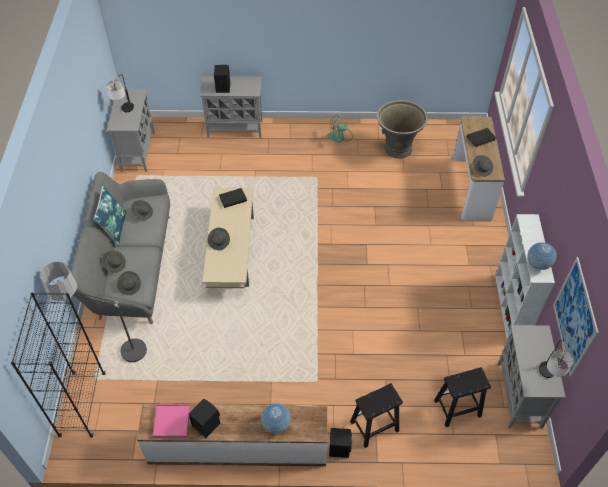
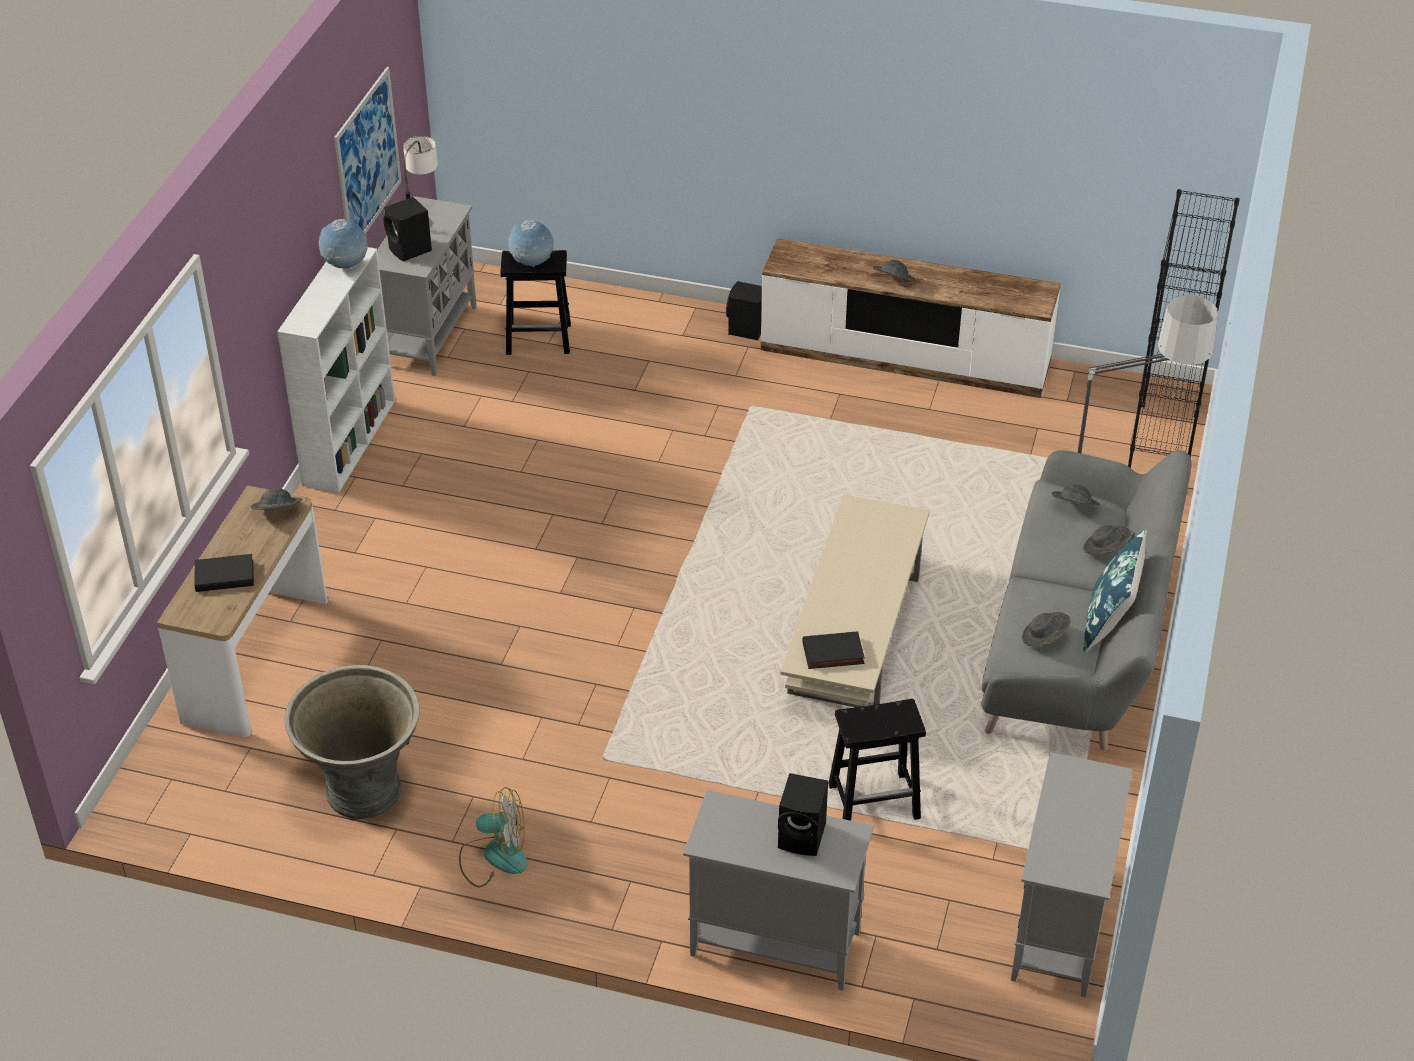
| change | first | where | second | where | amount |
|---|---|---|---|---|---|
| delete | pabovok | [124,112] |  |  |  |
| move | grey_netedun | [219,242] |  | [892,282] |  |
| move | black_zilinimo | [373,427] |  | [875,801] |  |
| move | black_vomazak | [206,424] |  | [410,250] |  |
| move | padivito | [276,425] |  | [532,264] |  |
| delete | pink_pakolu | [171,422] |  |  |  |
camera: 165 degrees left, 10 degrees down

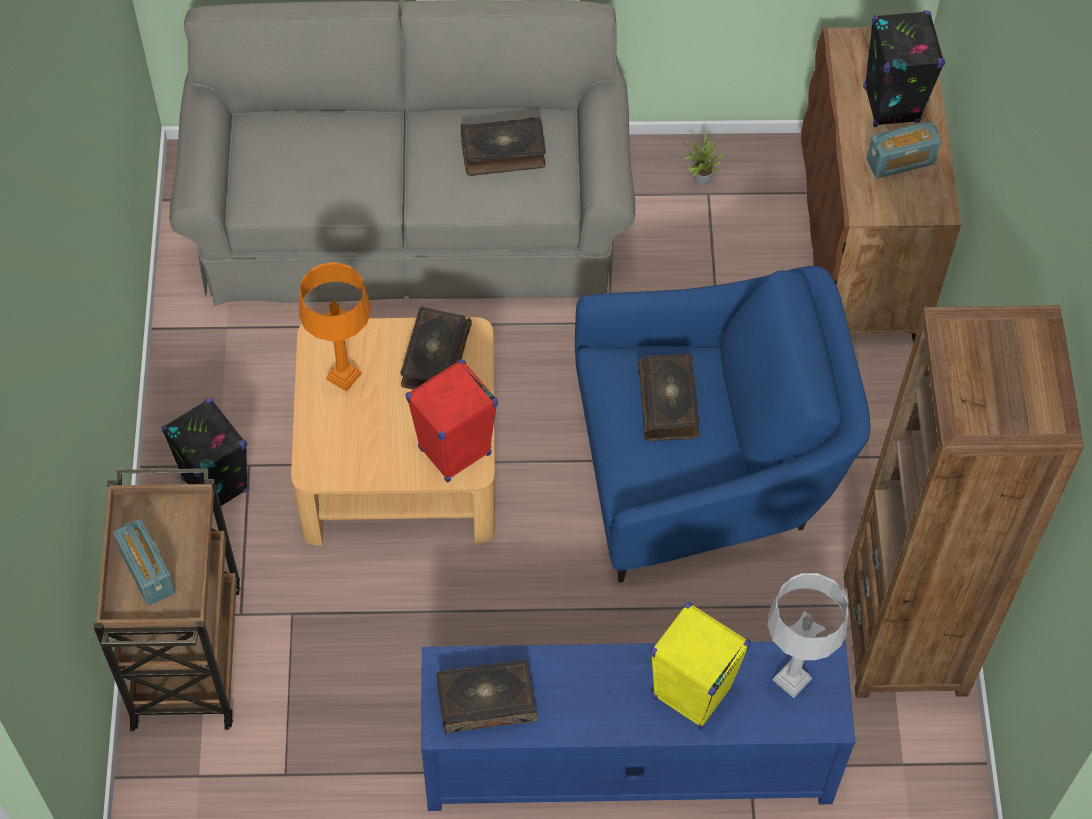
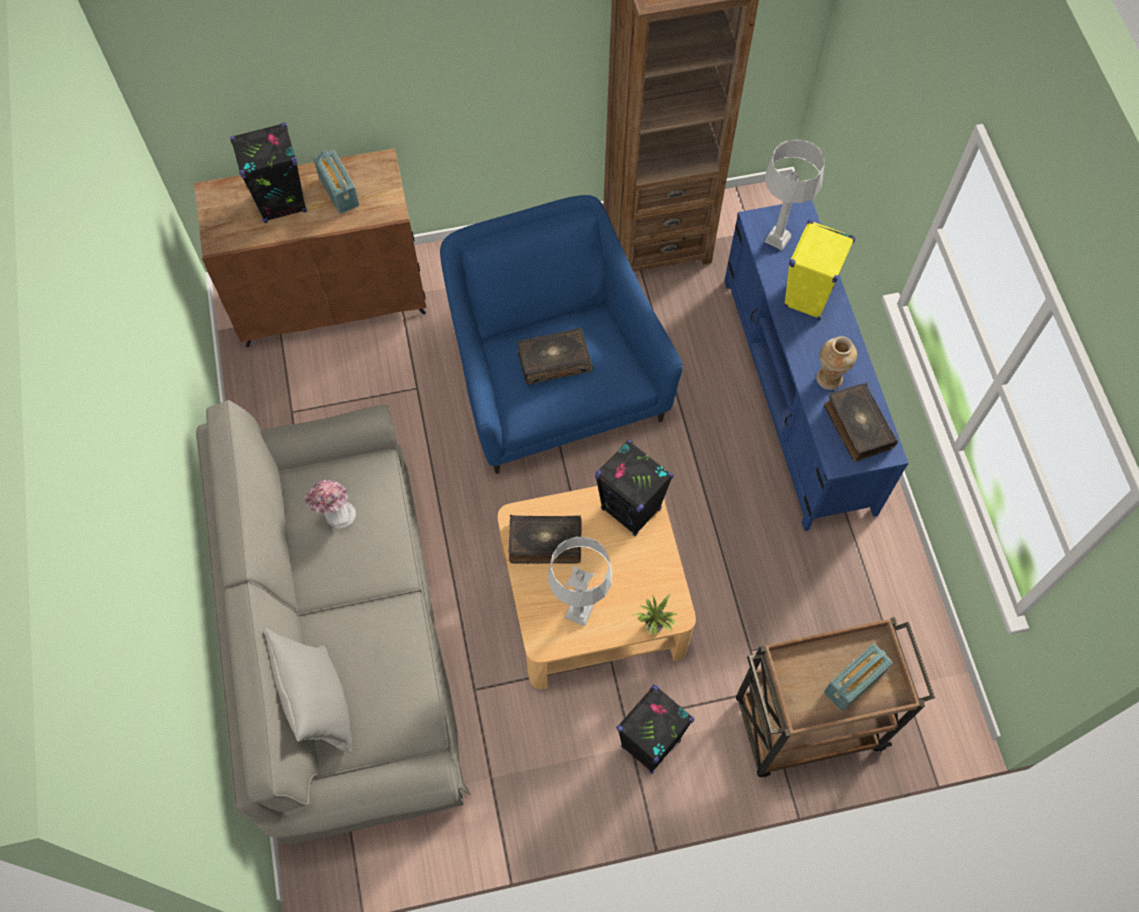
| change | first | where | second | where | amount |
|---|---|---|---|---|---|
| replace | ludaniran | [503,153] | netedun | [336,516] |  |
| move | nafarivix | [700,179] |  | [655,627] |  |
| recolor | orange_pabovok | [343,376] | grey_pabovok | [579,612] |  |
| recolor | red_vomazak | [454,452] | black_vomazak | [631,509] |  |
| insert |  |  | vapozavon | [829,378] |  |
| insert |  |  | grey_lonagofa | [321,705] |  |
camera: 100 degrees left, 5 degrees up

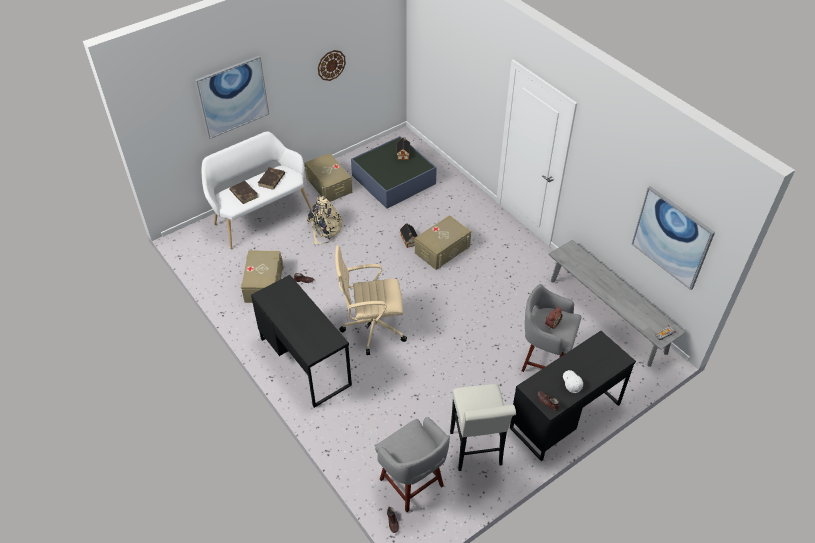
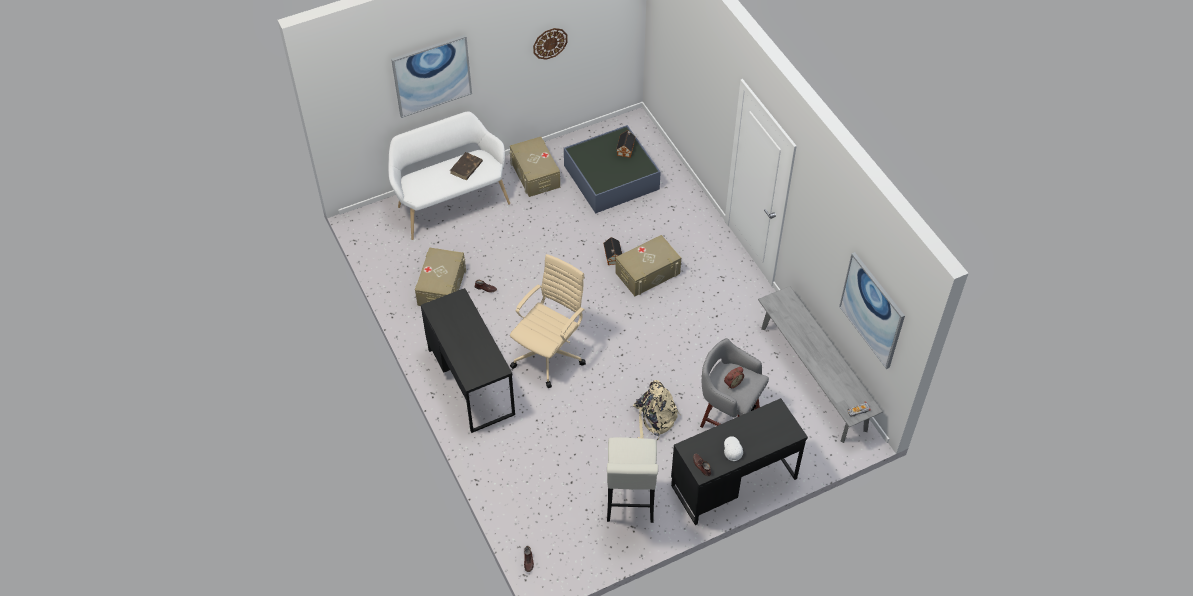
| change | first | where | second | where | amount |
|---|---|---|---|---|---|
| delete | brown_ludaniran | [243,193] |  |  |  |
| move | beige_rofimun | [325,229] |  | [654,419] |  |
| rotate | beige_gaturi | [372,327] |  | [549,354] | 120 degrees clockwise |
| delete | grey_zilinimo | [413,484] |  |  |  |
camera: 10 degrees right, 5 degrees up

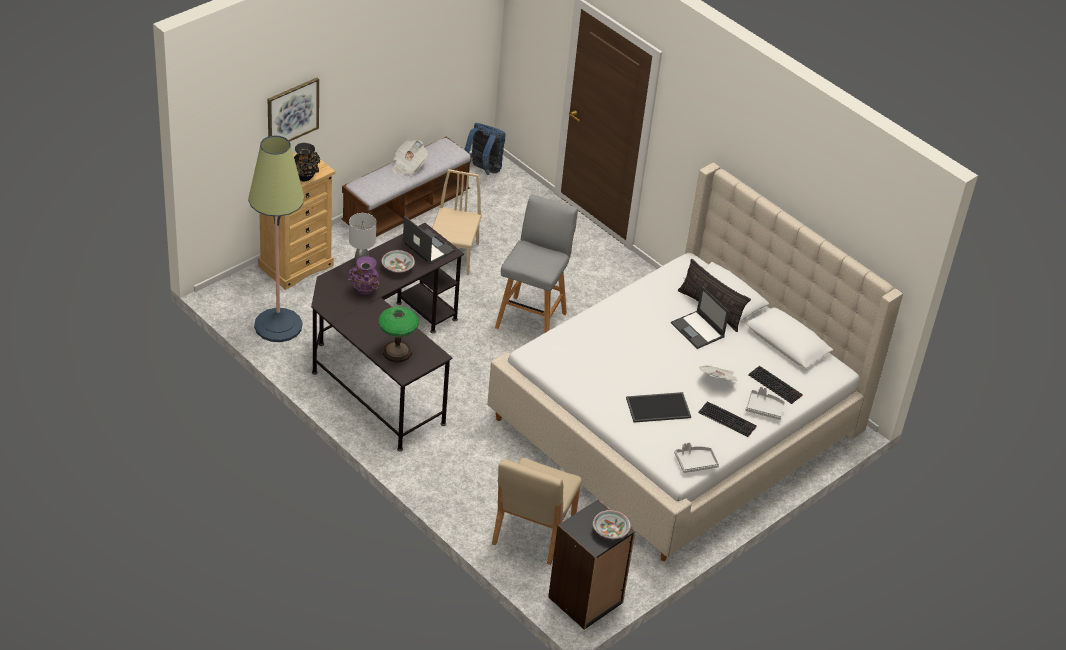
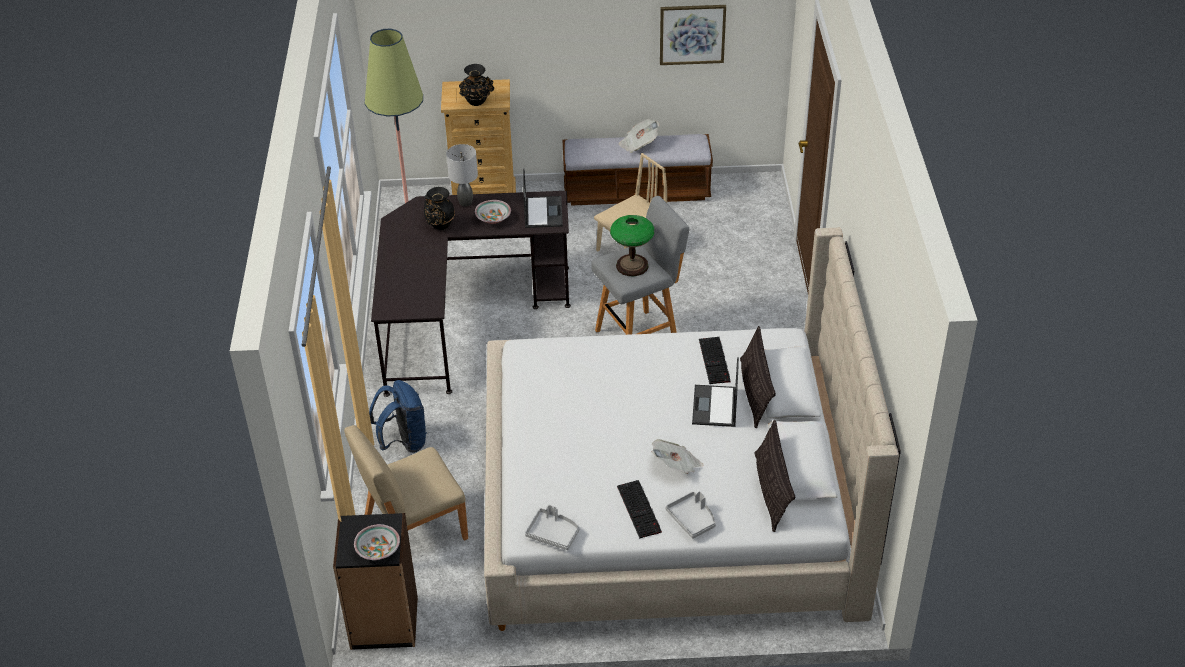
| change | first | where | second | where | amount |
|---|---|---|---|---|---|
| move | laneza | [292,113] |  | [692,34] |  |
| move | blue_rofimun | [483,170] |  | [403,442] |  |
| recolor | purple_vapozavon | [364,291] | black_vapozavon | [440,226] |  |
| move | pabovok | [397,352] |  | [632,266] |  |
| move | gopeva | [776,385] |  | [715,361] |  |
| delete | pakolu | [658,407] |  |  |  |
| insert |  |  | lonagofa | [771,491] |  |
camera: 45 degrees right, 0 degrees up

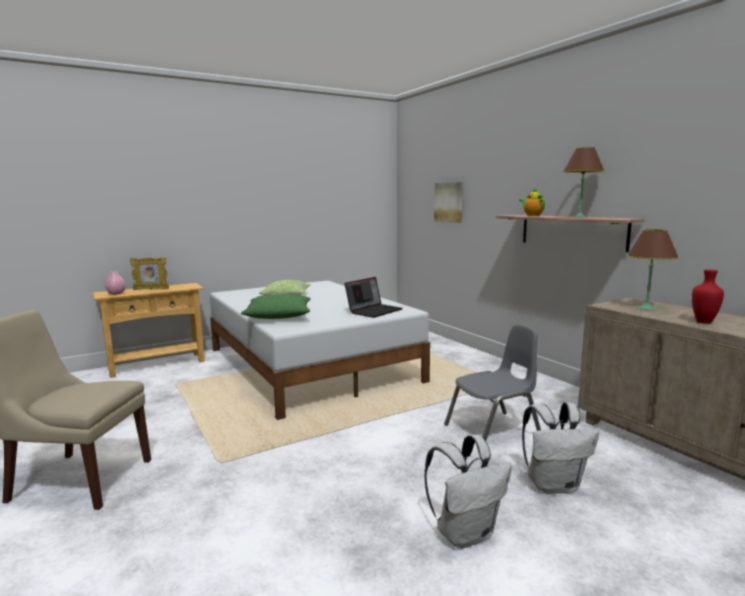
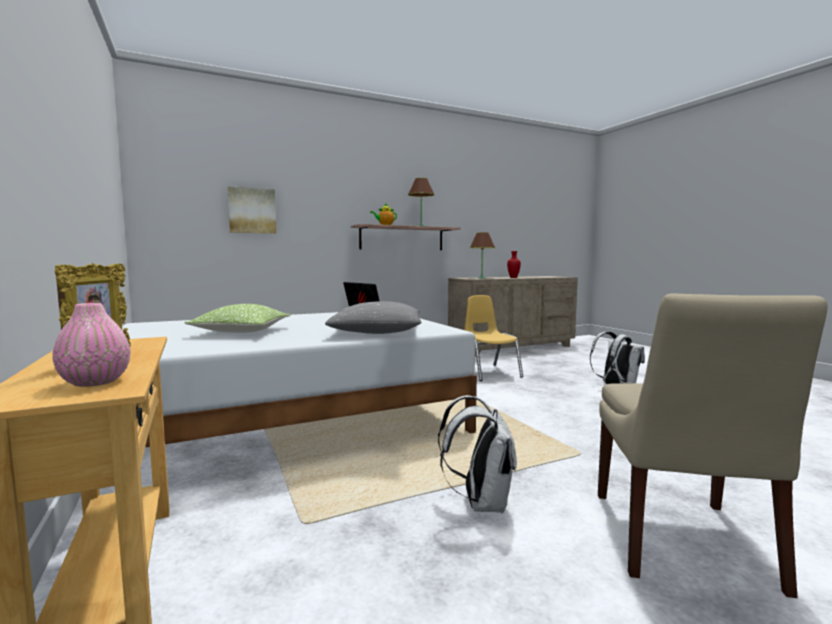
| change | first | where | second | where | amount |
|---|---|---|---|---|---|
| recolor | green_lonagofa | [278,316] | grey_lonagofa | [376,332] |  |
| recolor | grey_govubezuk | [493,431] | yellow_govubezuk | [489,372] |  |
| move | white_rofimun | [554,485] |  | [481,503] |  |
camera: 85 degrees left, 5 degrees down

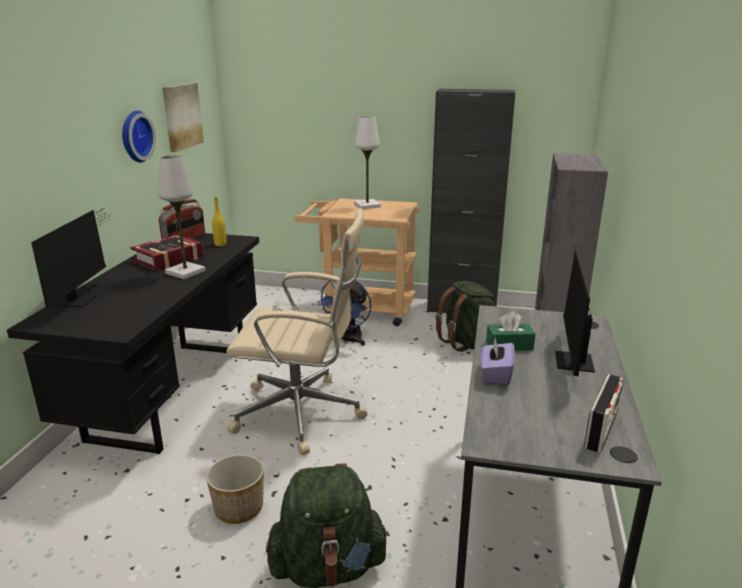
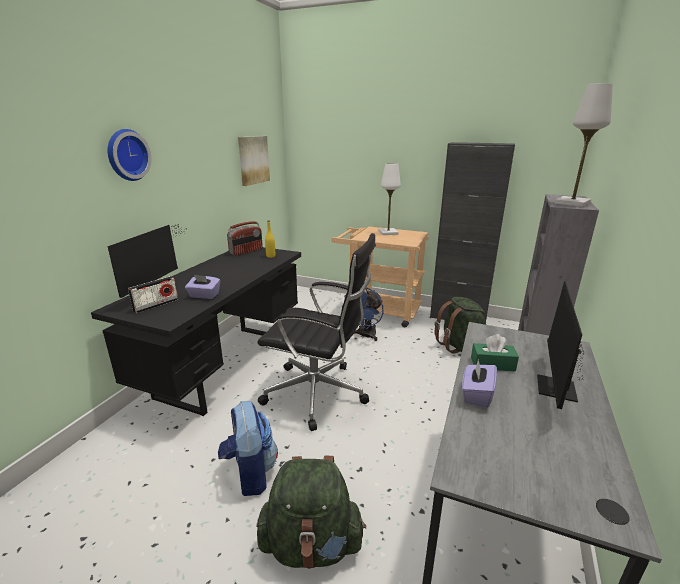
| change | first | where | second | where | amount |
|---|---|---|---|---|---|
| move | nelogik | [134,136] |  | [126,155] |  |
| move | white_pabovok | [185,272] |  | [572,203] |  |
| recolor | beige_gaturi | [302,413] | black_gaturi | [318,394] |  |
| delete | ludaniran | [168,259] |  |  |  |
| move | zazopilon | [601,430] |  | [156,305] |  |
| replace | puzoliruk | [238,508] | rofimun | [250,473] |  |
| insert |  |  | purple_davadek | [204,295] |  |
camera: 10 degrees right, 0 degrees up

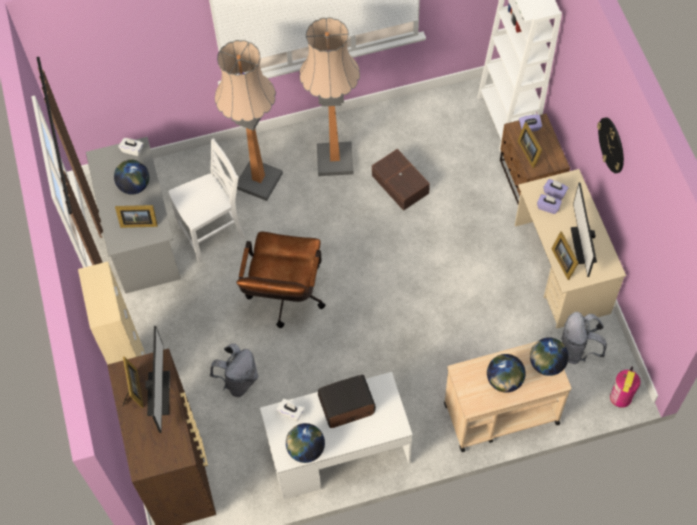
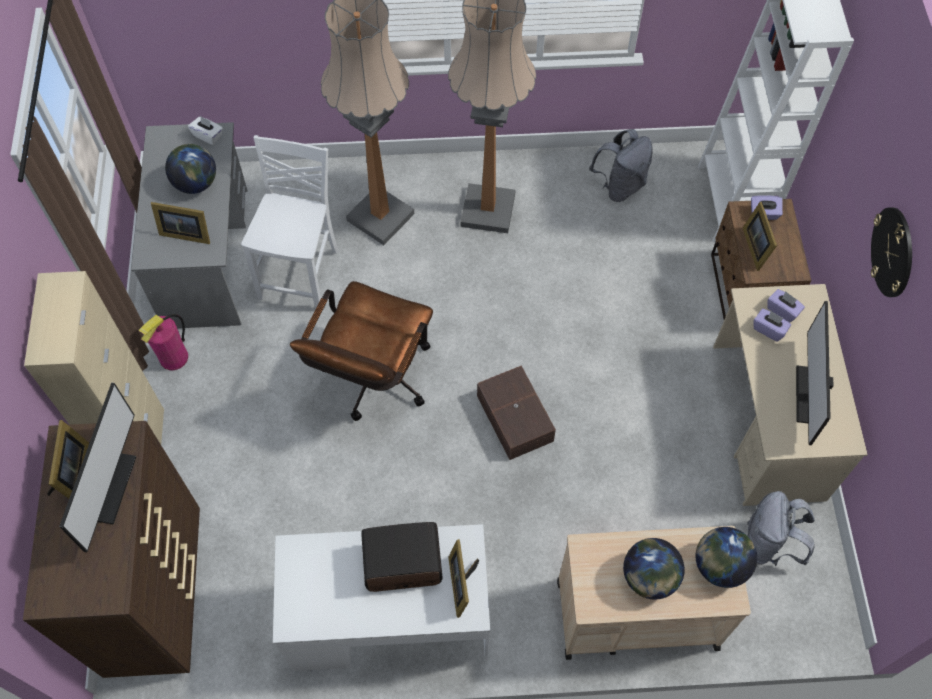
| change | first | where | second | where | amount |
|---|---|---|---|---|---|
| rotate | white_govubezuk | [213,233] |  | [302,273] | 60 degrees counterclockwise |
| move | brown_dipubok | [400,185] |  | [514,419] |  |
| move | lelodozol | [564,261] |  | [461,583] |  |
| move | grey_rofimun | [238,380] |  | [620,186] |  |
| move | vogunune | [621,397] |  | [174,357] |  |
| delete | white_davadek | [291,412] |  |  |  |
| delete | padivito | [306,449] |  |  |  |
camera: 10 degrees right, 0 degrees up

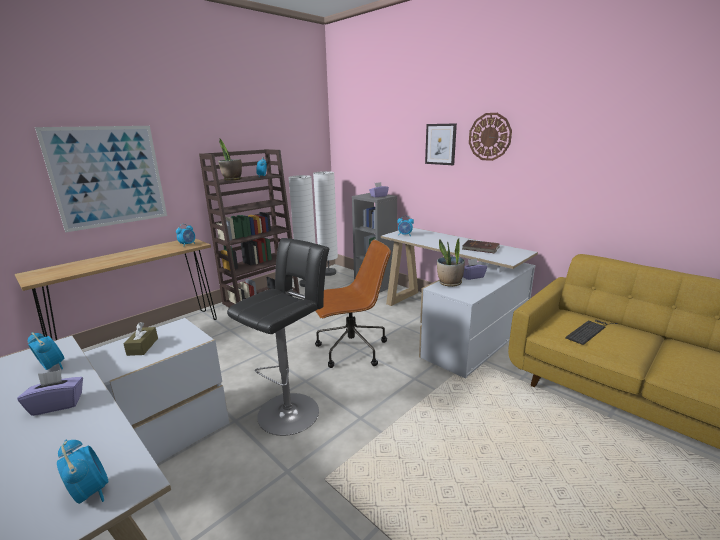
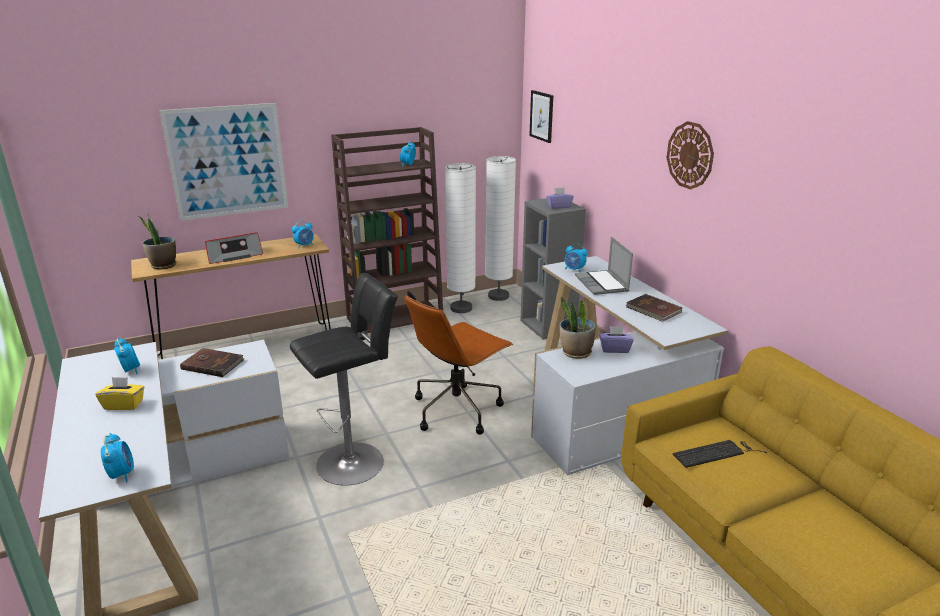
| change | first | where | second | where | amount |
|---|---|---|---|---|---|
| move | laneza | [440,144] |  | [542,116] |  |
| move | nafarivix | [232,179] |  | [163,265] |  |
| rotate | brown_gaturi | [350,350] |  | [457,409] | 135 degrees clockwise |
| replace | brown_davadek | [142,346] | brown_ludaniran | [212,364] |  |
| recolor | purple_davadek | [58,404] | yellow_davadek | [124,404] |  |
| insert |  |  | zazopilon | [234,255] |  |
| insert |  |  | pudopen | [602,284] |  |
camera: 20 degrees right, 5 degrees up

